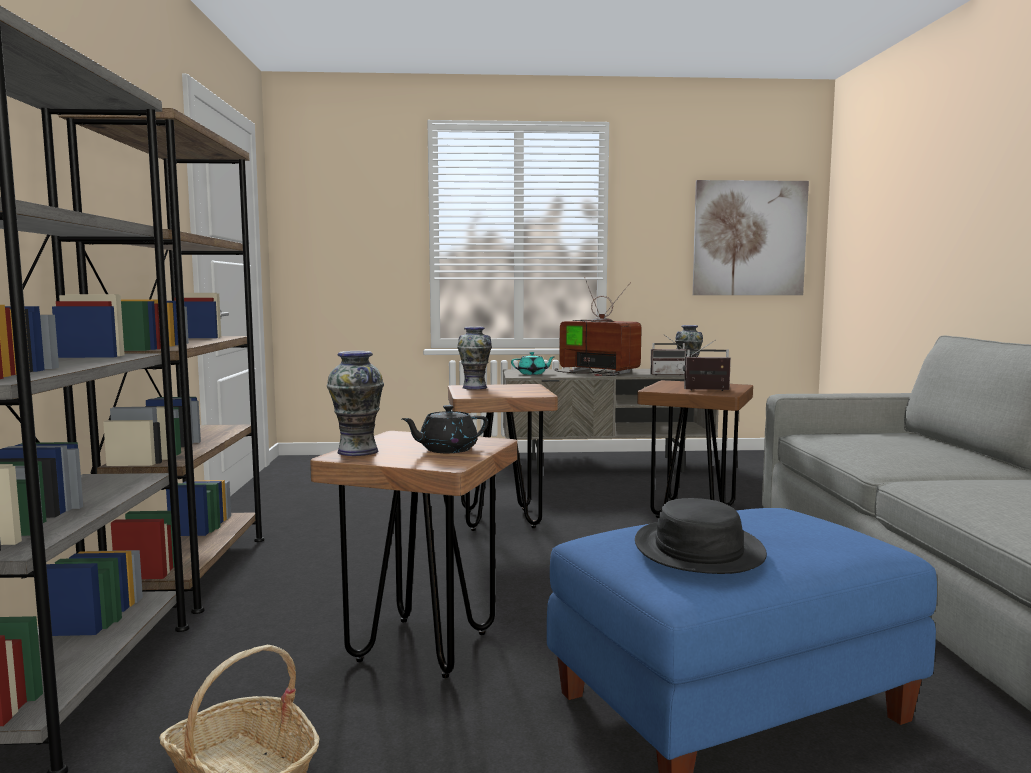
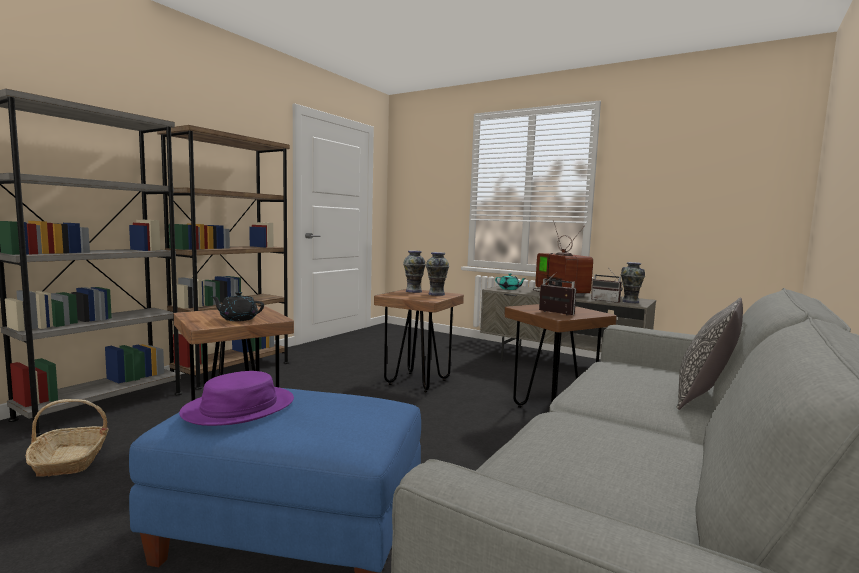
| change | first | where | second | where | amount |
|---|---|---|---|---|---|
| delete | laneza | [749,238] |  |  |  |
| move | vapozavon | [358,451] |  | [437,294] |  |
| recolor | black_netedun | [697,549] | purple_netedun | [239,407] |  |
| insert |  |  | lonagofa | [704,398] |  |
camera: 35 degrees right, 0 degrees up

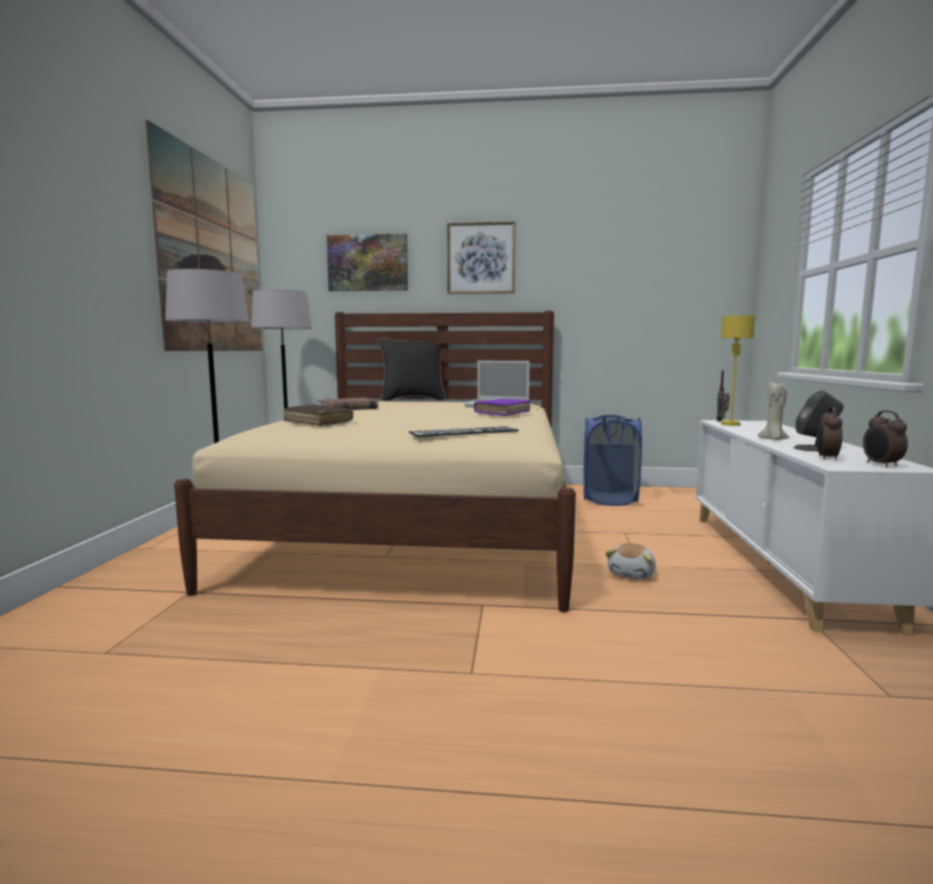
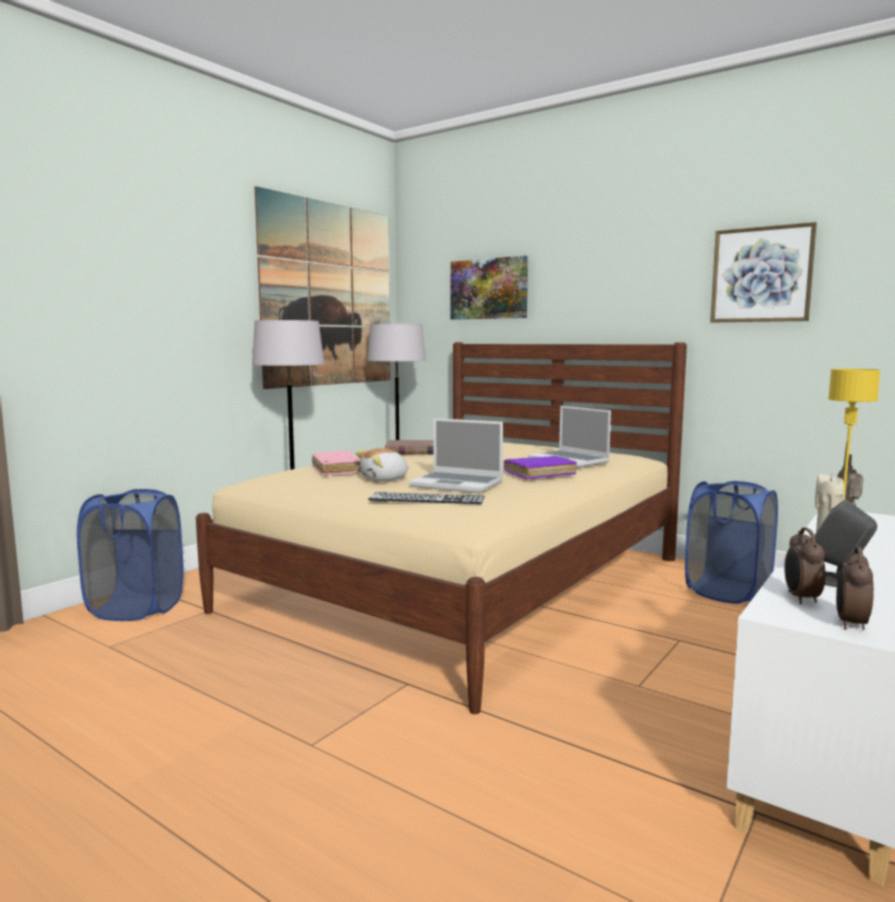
| change | first | where | second | where | amount |
|---|---|---|---|---|---|
| move | laneza | [481,258] |  | [761,275] |  |
| delete | black_lonagofa | [412,400] |  |  |  |
| recolor | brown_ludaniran | [318,422] | pink_ludaniran | [337,470] |  |
| rotate | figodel | [826,458] |  | [800,598] | 45 degrees counterclockwise |
| move | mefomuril | [632,574] |  | [384,479] |  |
| insert |  |  | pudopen | [458,484] |  |
| insert |  |  | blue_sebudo | [136,608] |  |
camera: 30 degrees right, 0 degrees up

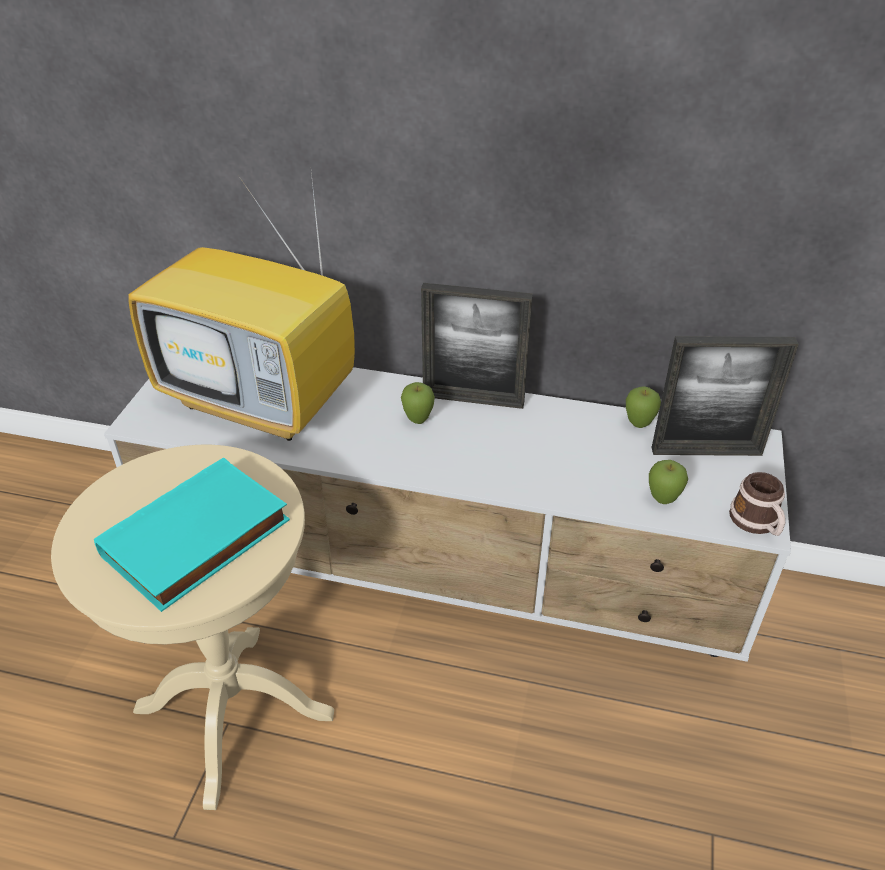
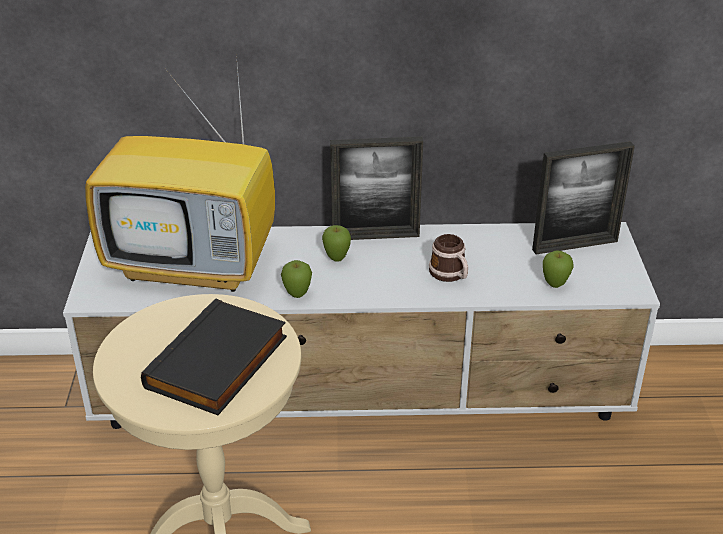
| change | first | where | second | where | amount |
|---|---|---|---|---|---|
| move | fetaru | [638,425] |  | [297,295] |  |
| recolor | turquoise_ludaniran | [198,540] | black_ludaniran | [219,363] |  |
| move | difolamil | [757,523] |  | [450,275] |  |
camera: 15 degrees left, 5 degrees down

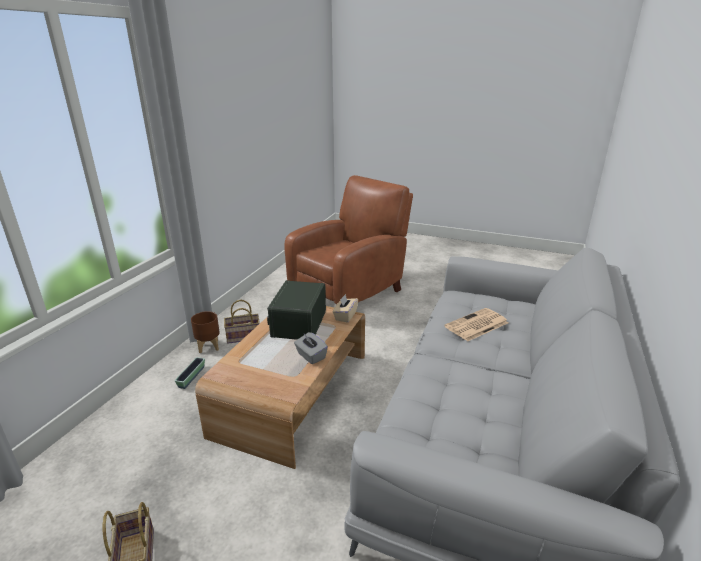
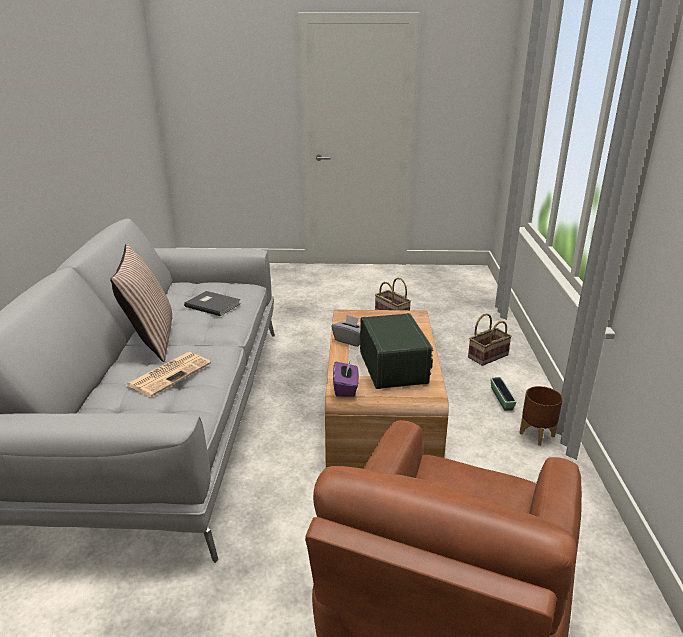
| change | first | where | second | where | amount |
|---|---|---|---|---|---|
| recolor | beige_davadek | [345,316] | purple_davadek | [345,388] |  |
| move | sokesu | [242,337] |  | [488,355] |  |
| insert |  |  | lonagofa | [151,340] |  |
| insert |  |  | grey_ludaniran | [213,304] |  |
camera: 160 degrees right, 0 degrees up

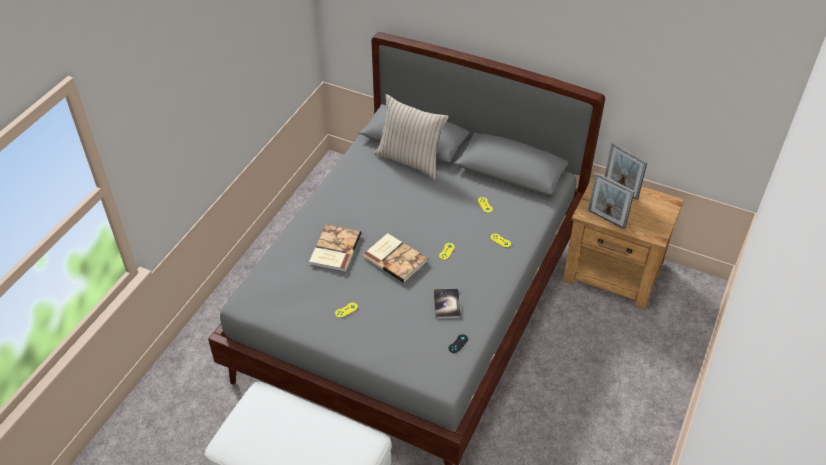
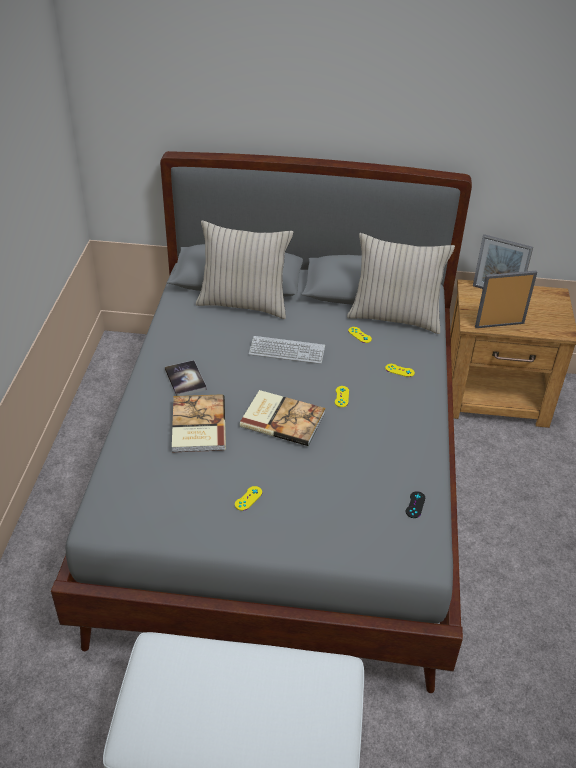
| change | first | where | second | where | amount |
|---|---|---|---|---|---|
| rotate | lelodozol | [606,219] |  | [499,325] | 150 degrees clockwise |
| move | ludaniran | [447,304] |  | [185,379] |  |
| insert |  |  | beige_lonagofa | [395,317] |  |
| insert |  |  | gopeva | [287,351] |  |
camera: 20 degrees left, 5 degrees down

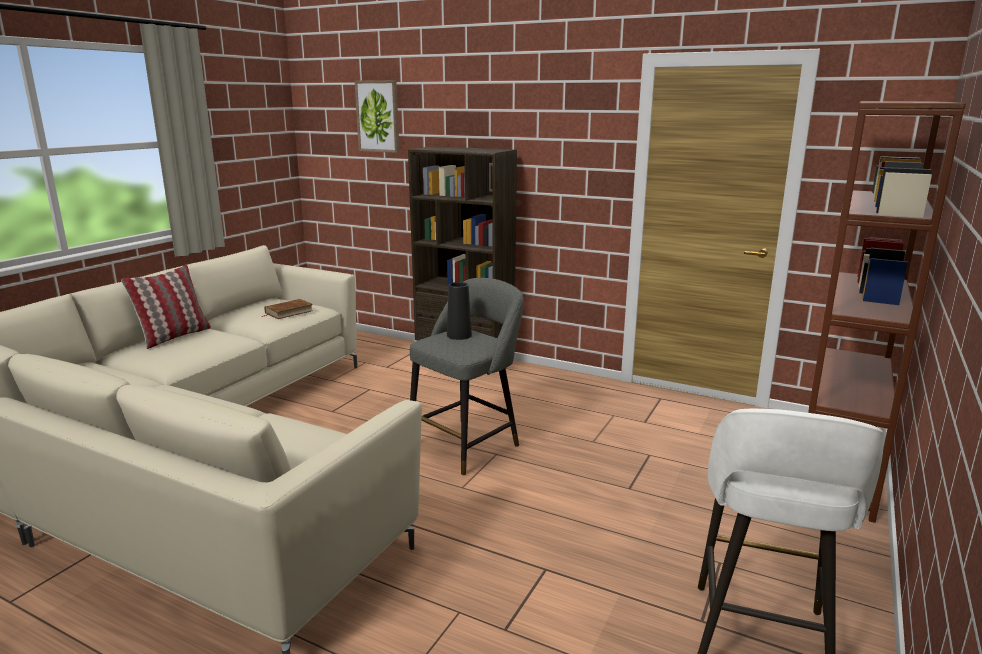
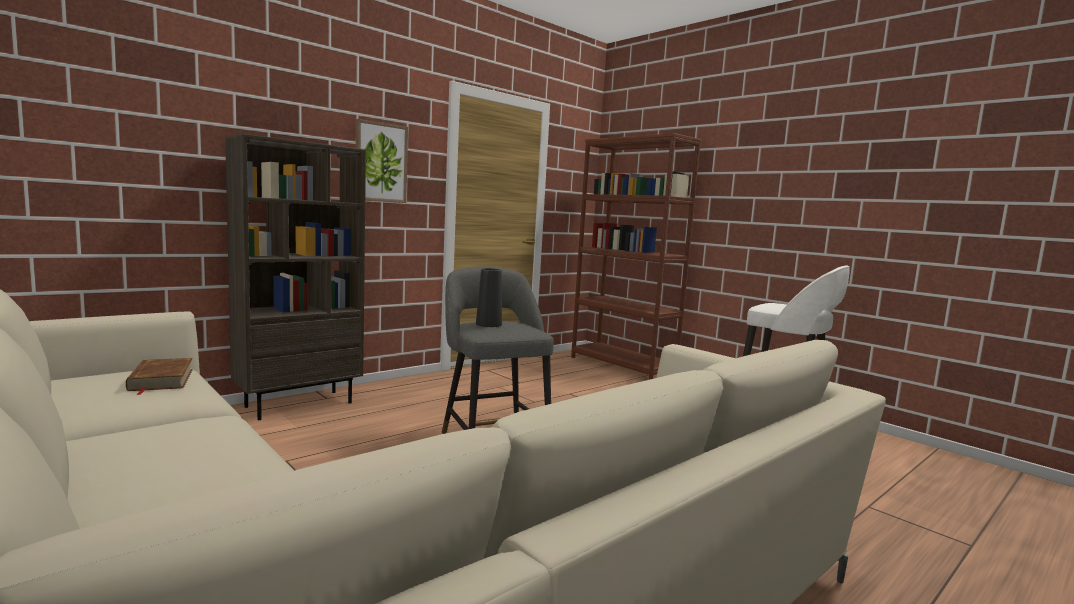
| change | first | where | second | where | amount |
|---|---|---|---|---|---|
| move | laneza | [378,116] |  | [381,162] |  |
| delete | lonagofa | [174,336] |  |  |  |
camera: 70 degrees left, 10 degrees down

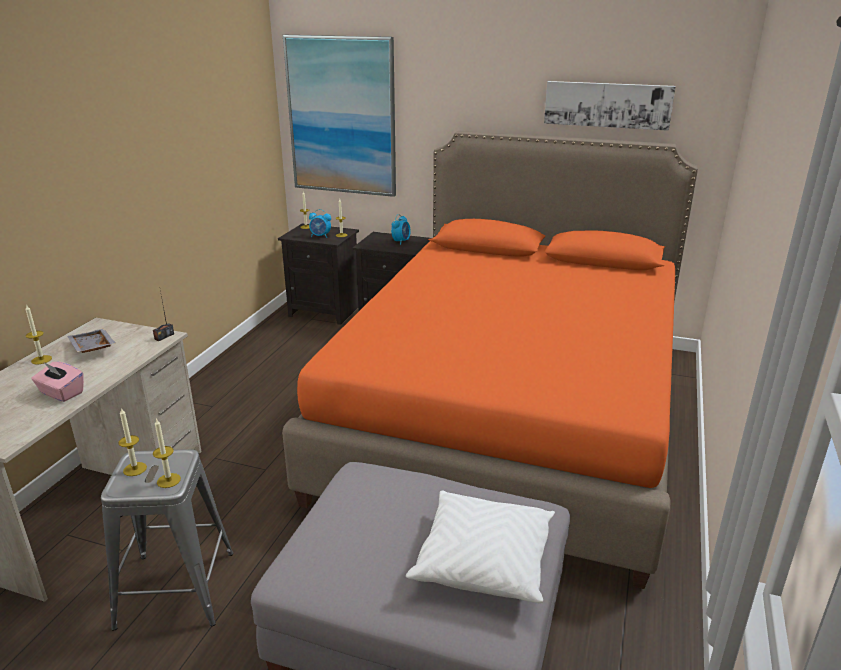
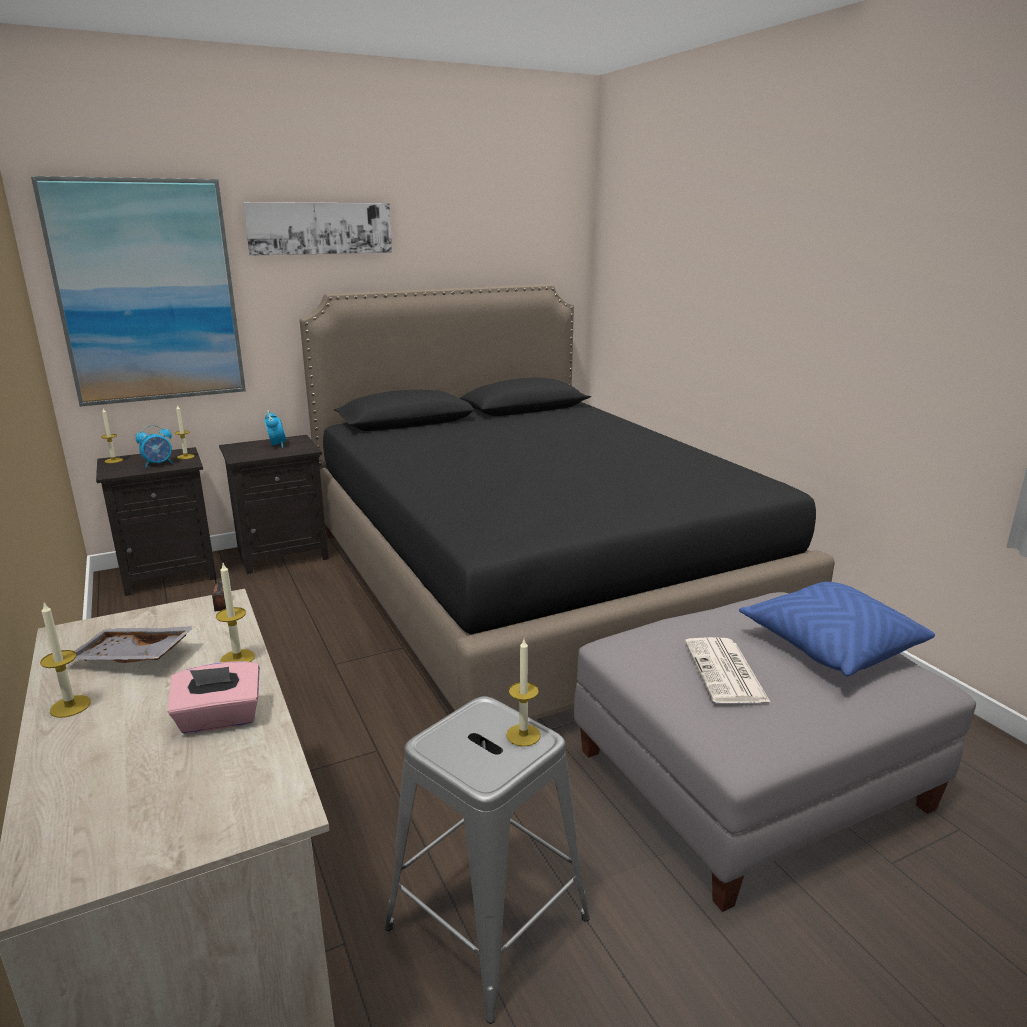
| change | first | where | second | where | amount |
|---|---|---|---|---|---|
| move | laneza | [607,105] |  | [320,228] |  |
| recolor | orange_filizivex | [511,415] | black_filizivex | [530,585] |  |
| move | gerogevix | [135,469] |  | [237,658] |  |
| recolor | white_lonagofa | [483,560] | blue_lonagofa | [830,645] |  |
| insert |  |  | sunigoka | [726,672] |  |
camera: 45 degrees left, 5 degrees down

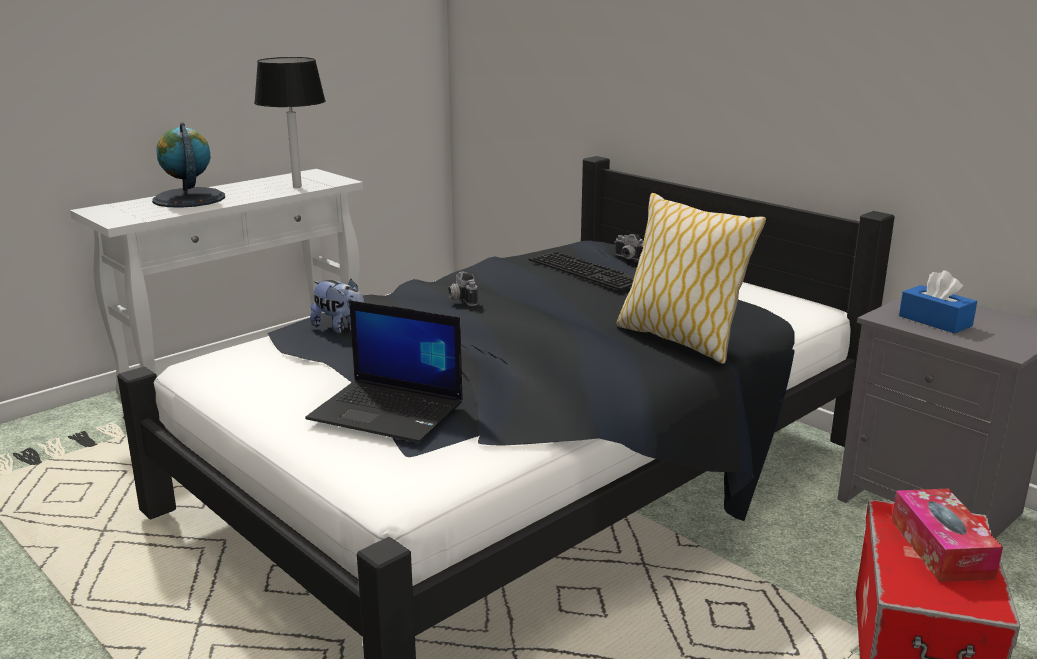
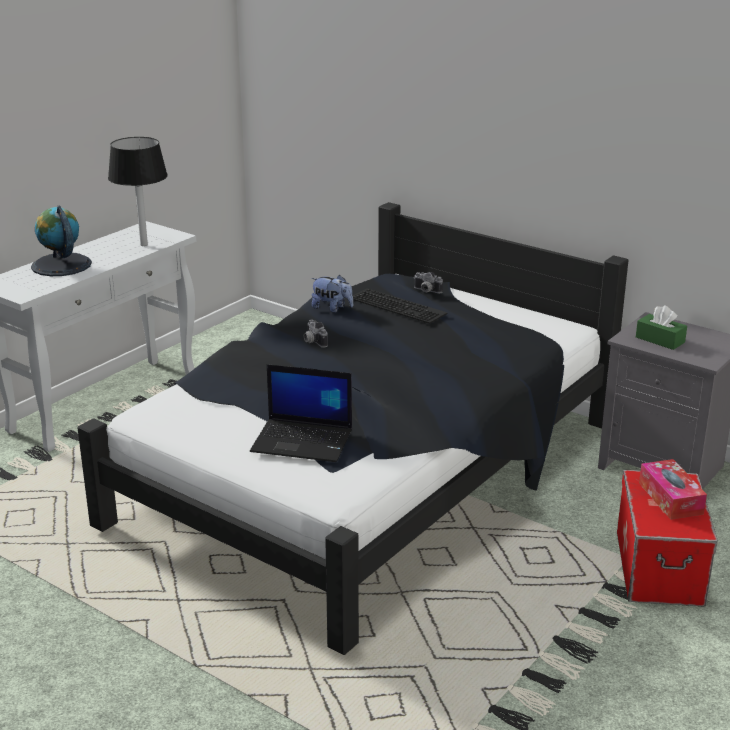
| change | first | where | second | where | amount |
|---|---|---|---|---|---|
| delete | lonagofa | [680,339] |  |  |  |
| recolor | blue_davadek | [935,321] | green_davadek | [660,340] |  |
| move | mefomuril | [340,328] |  | [332,308] |  |
camera: 10 degrees left, 5 degrees up

